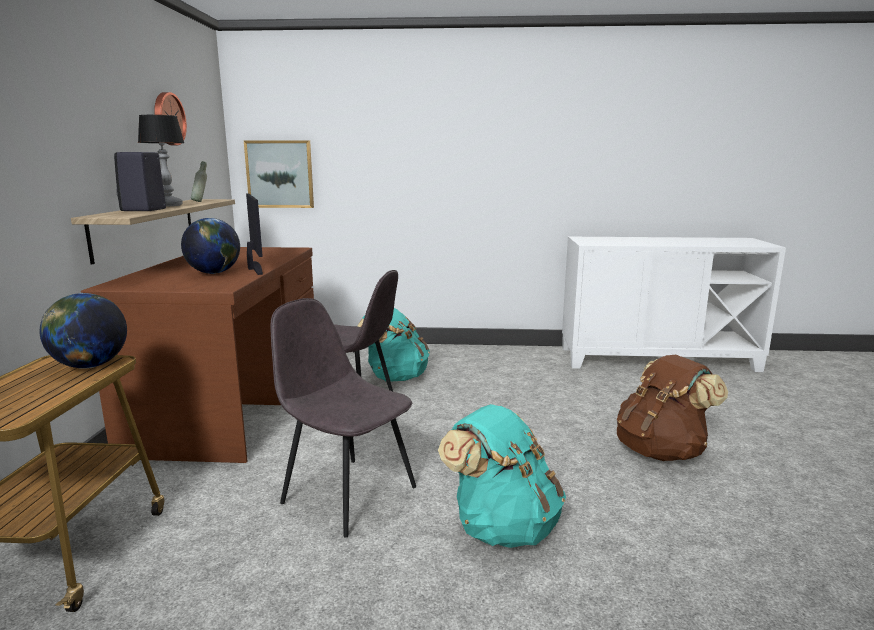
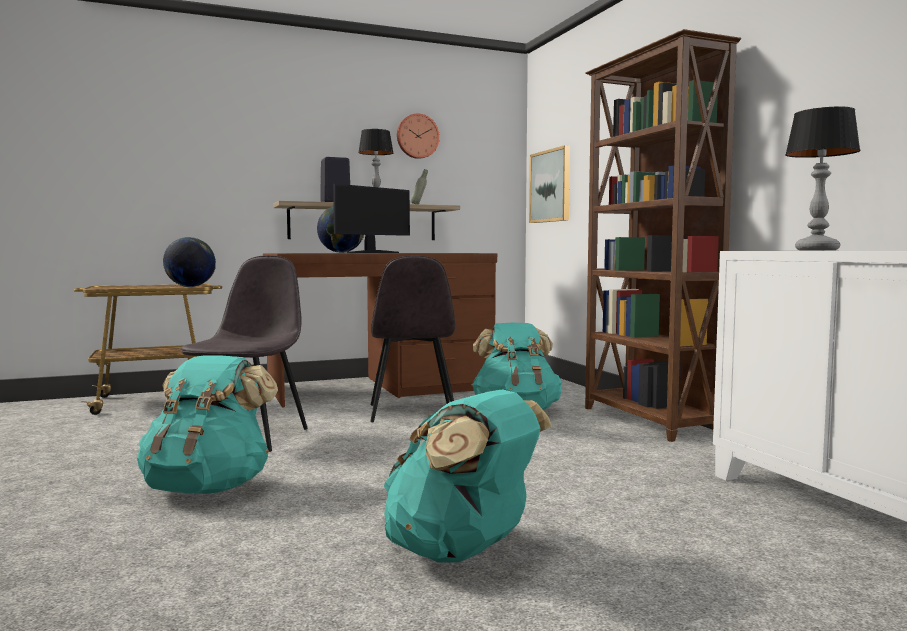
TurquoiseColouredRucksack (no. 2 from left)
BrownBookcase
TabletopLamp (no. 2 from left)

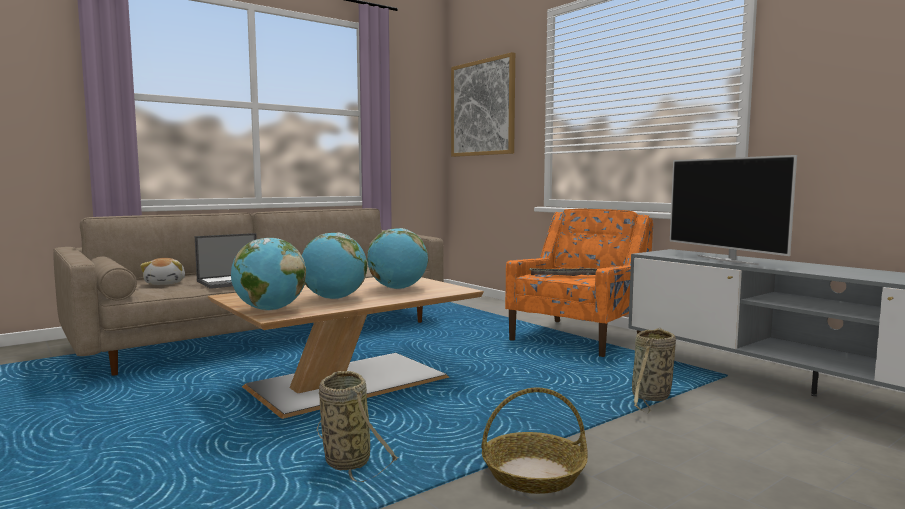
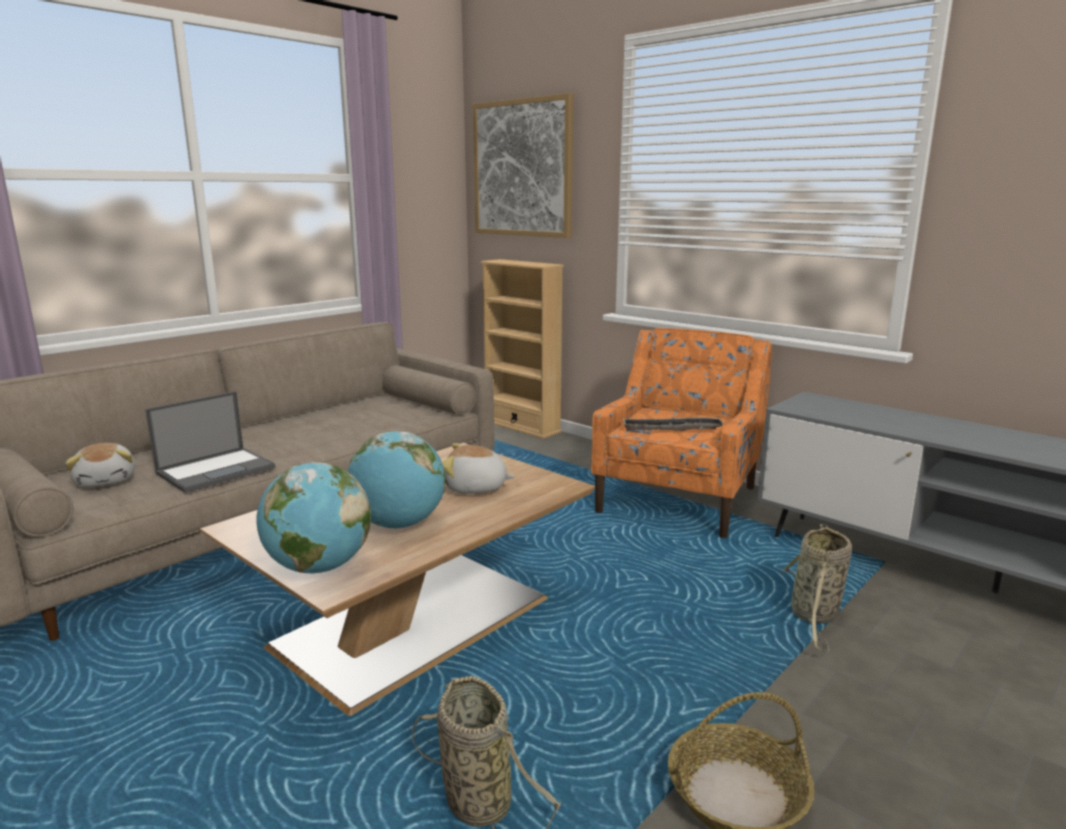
Television
CuddlyToy (no. 2 from left)
BeigeColouredBookcase

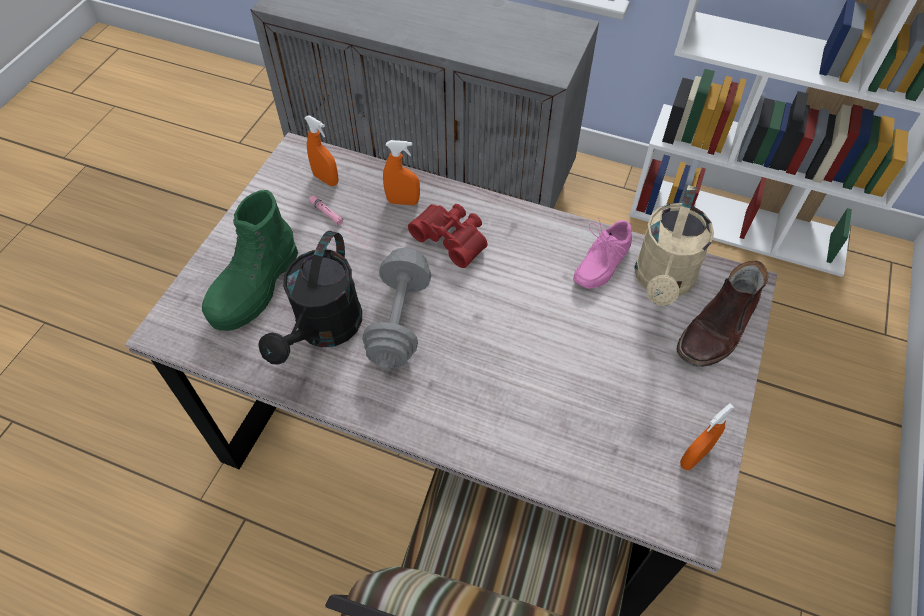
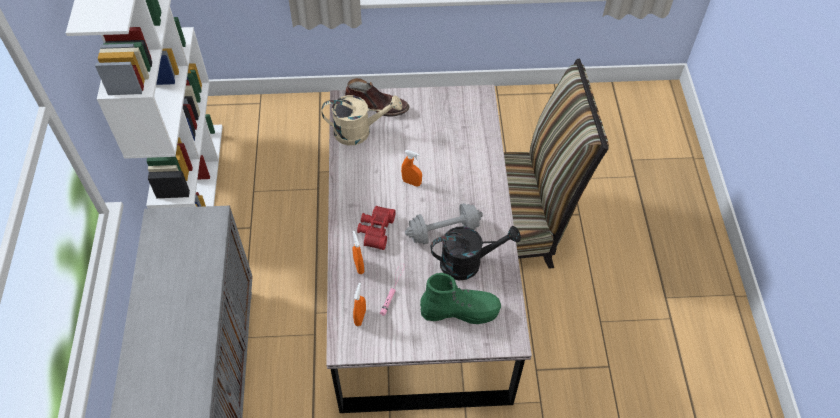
PinkColouredItemOfFootwear
OrangeColouredSprayer (no. 3 from left)

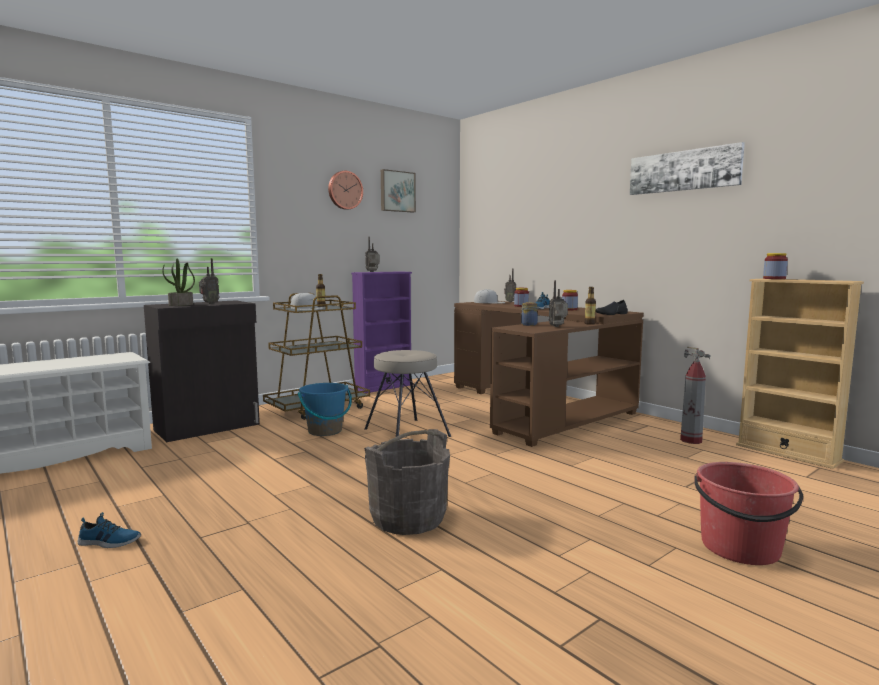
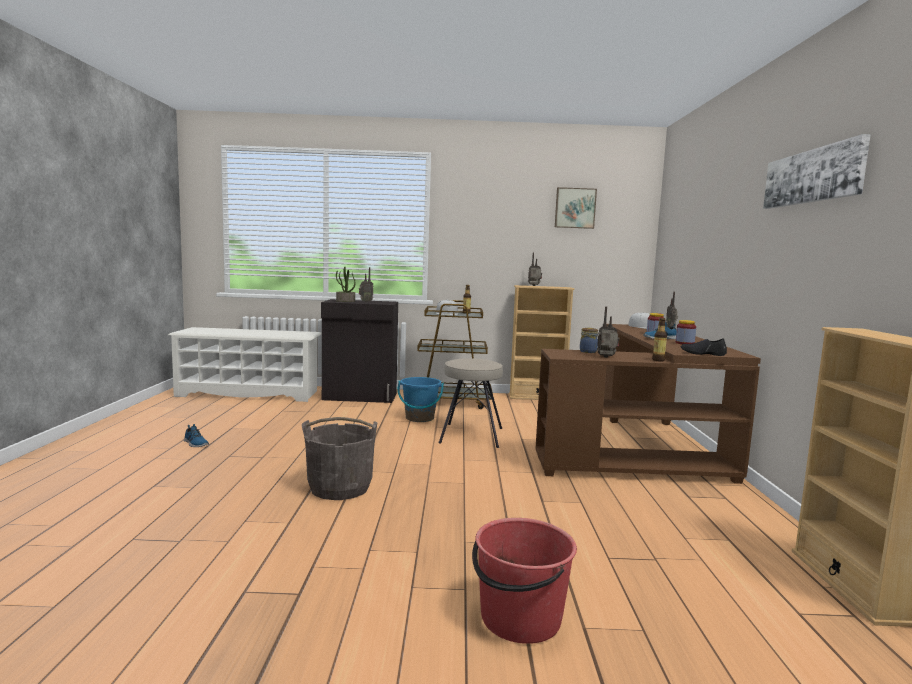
WallClock
Jar (no. 4 from left in the first image)
BeigeColouredBookcase (no. 1 from left)
FireFightingCylinder

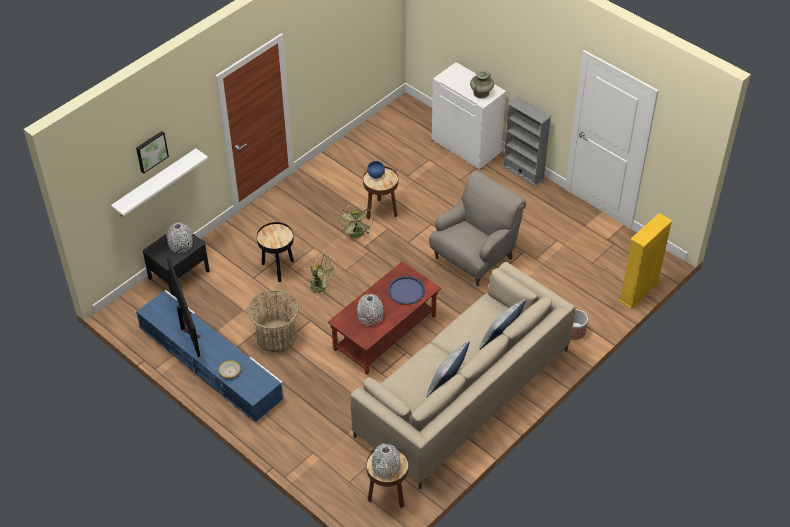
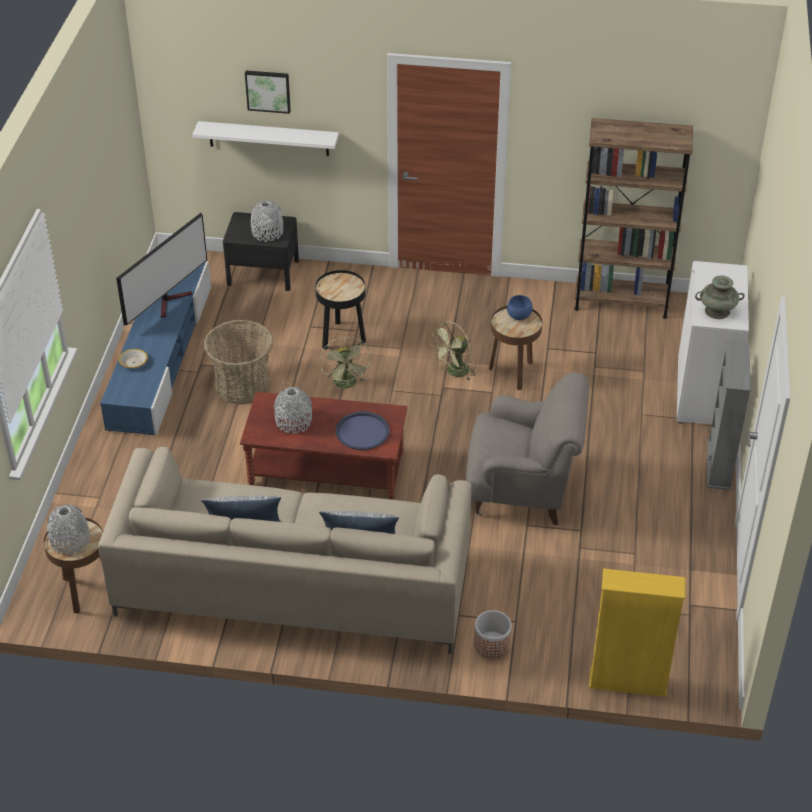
BrownBookcase

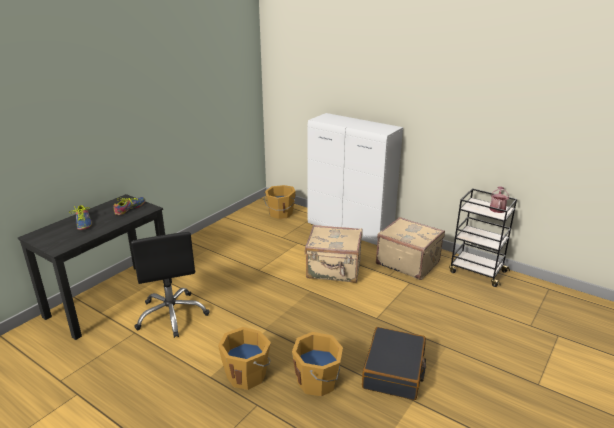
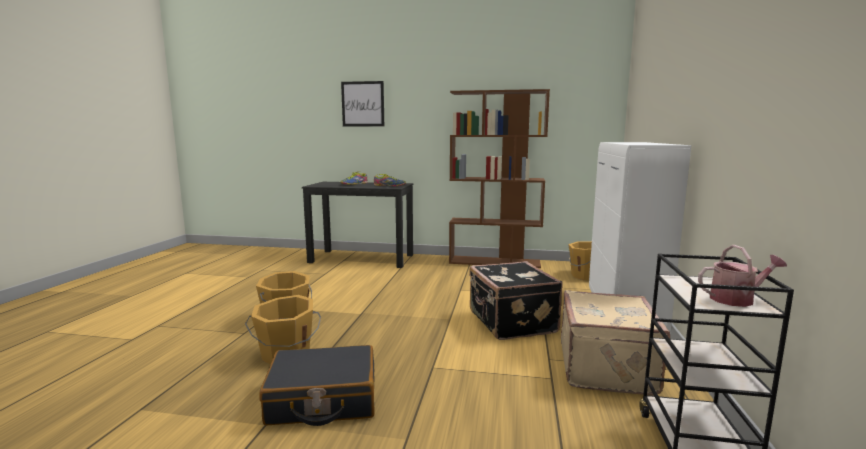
BlackTravelCase (no. 2 from left)
BlackComputerChair
WallPicture
BrownBookcase

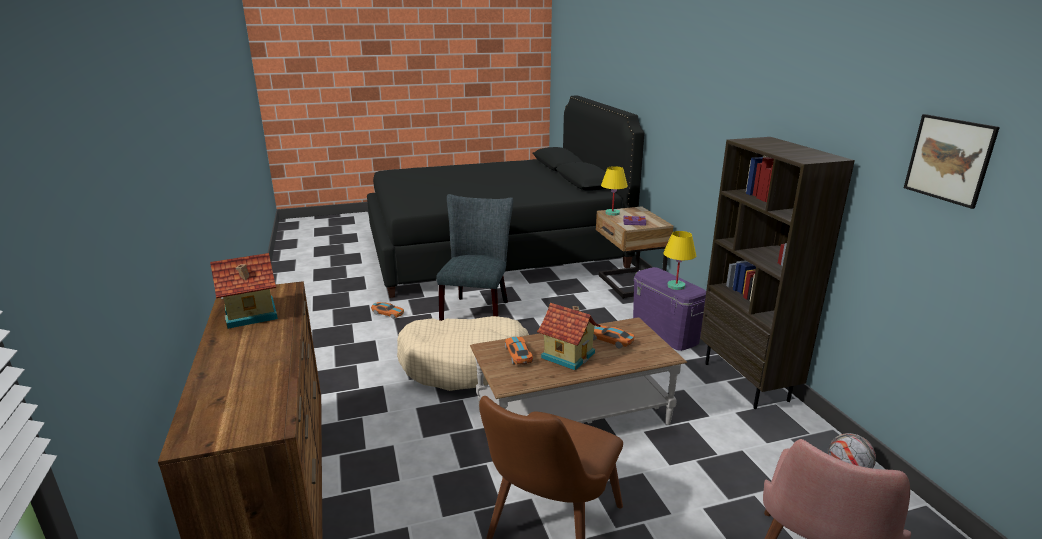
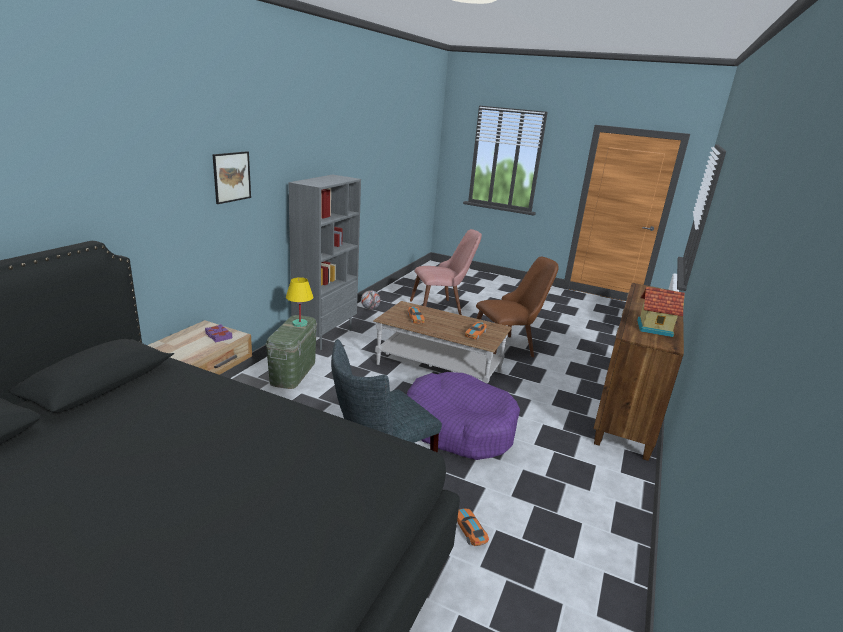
WallPicture
GreyishBookcase
YellowColouredTabletopLamp (no. 1 from left in the first image)
GreenColouredStorageBin
MiniatureHouse (no. 2 from left in the first image)
PurplePetBed

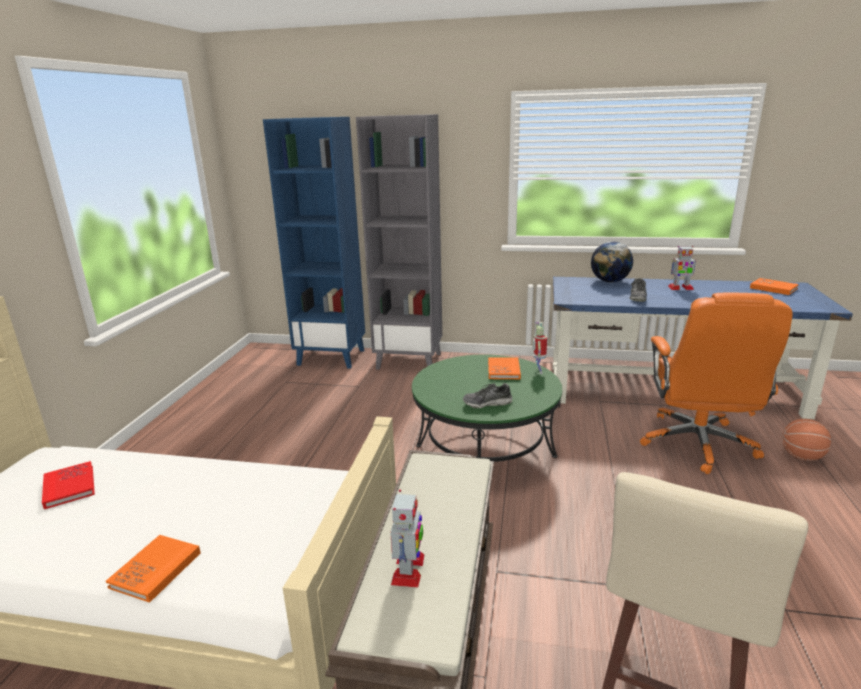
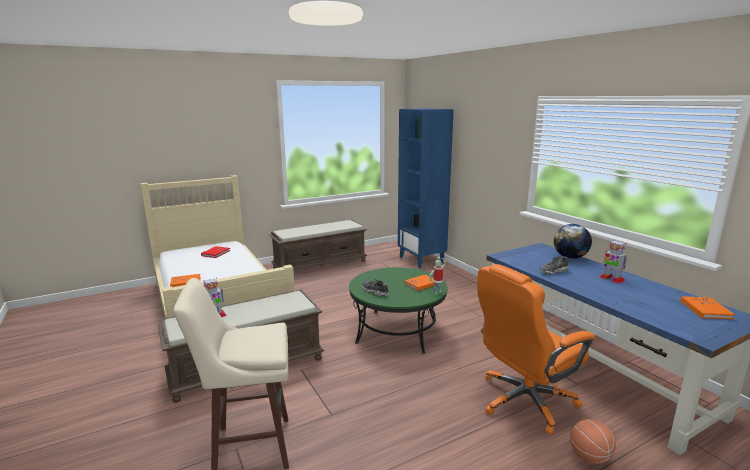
GreyishBookcase
BrownIndoorBench (no. 2 from left)

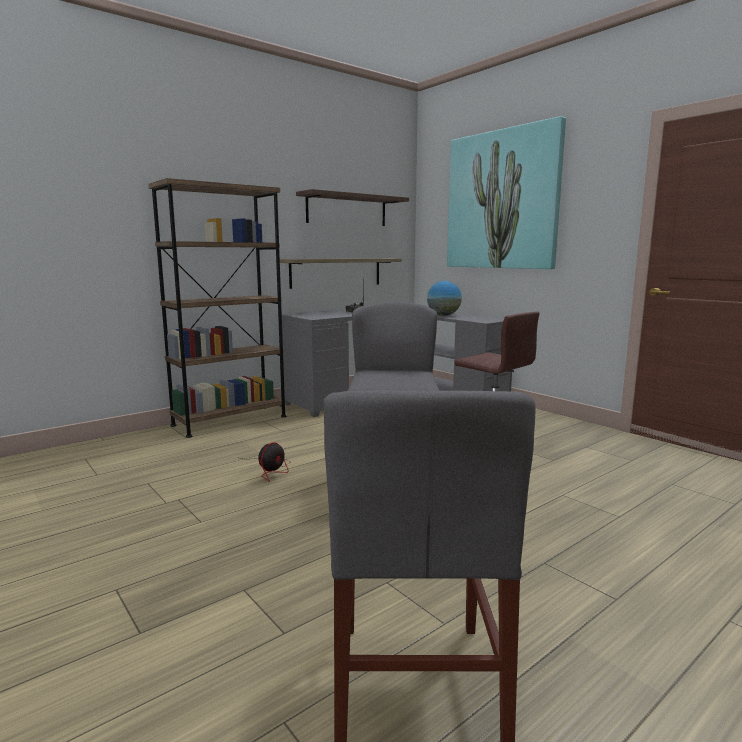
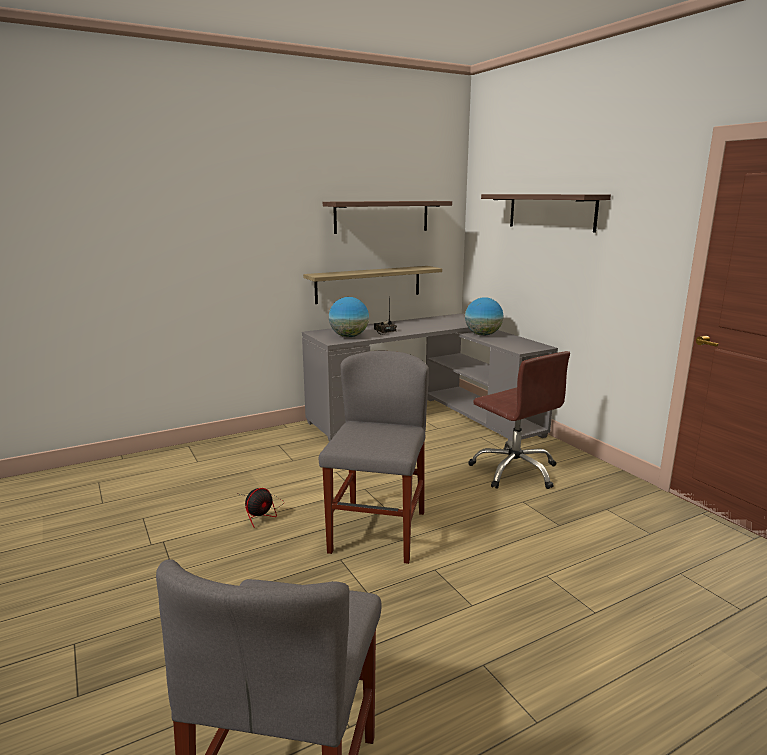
WallShelf (no. 3 from left)
BrownBookcase
Globe (no. 1 from left)

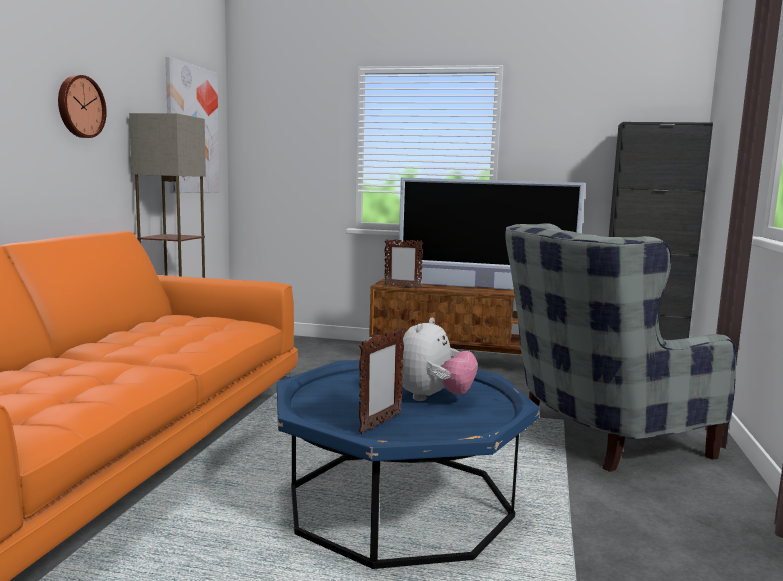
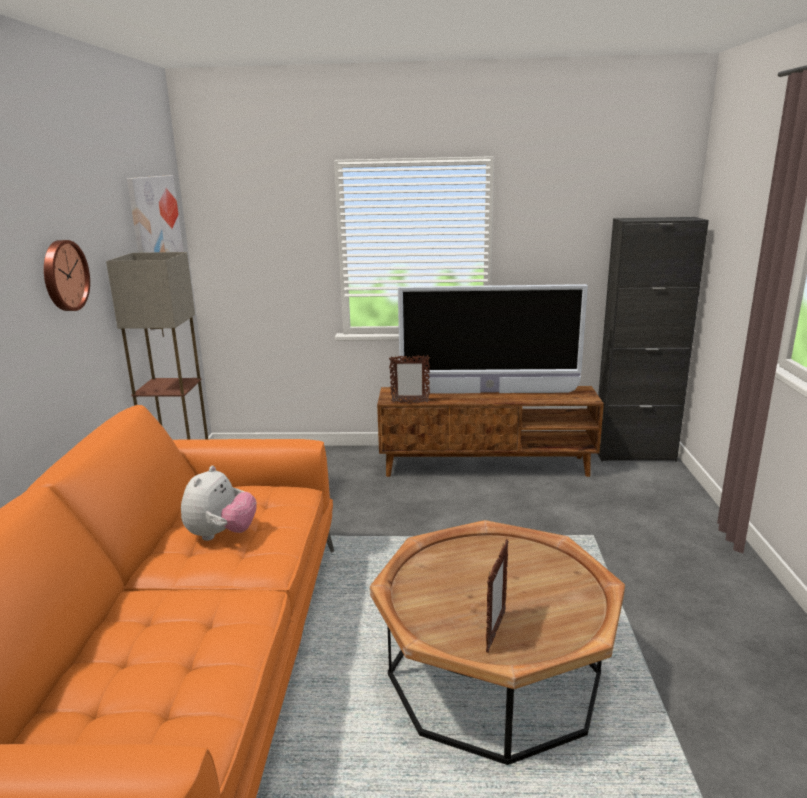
GreyishArmchair
CuddlyToy
BrownLoungeTable

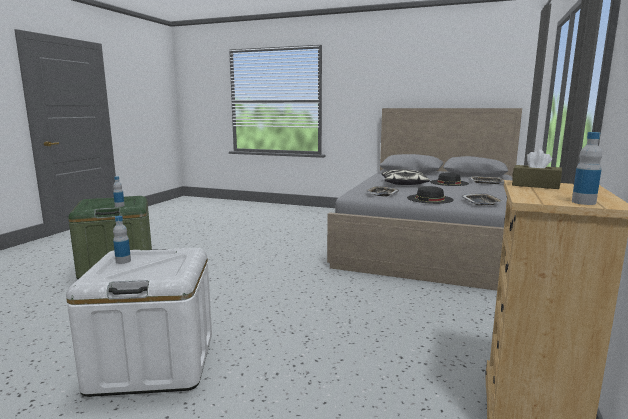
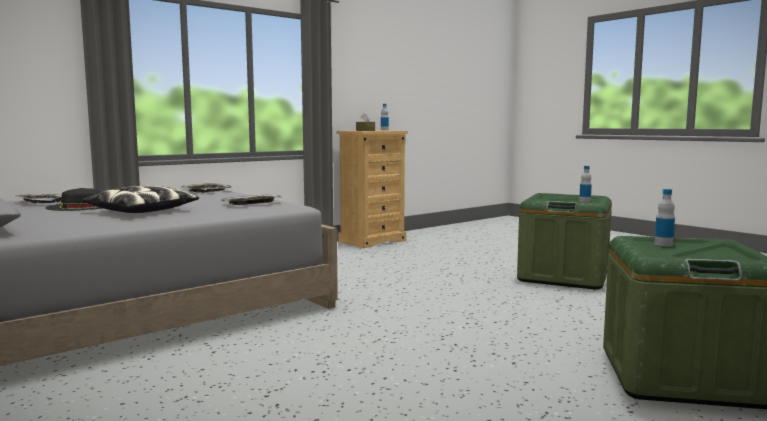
BlackClothingHat (no. 1 from left in the first image)
GreenColouredStorageBin (no. 1 from left)

